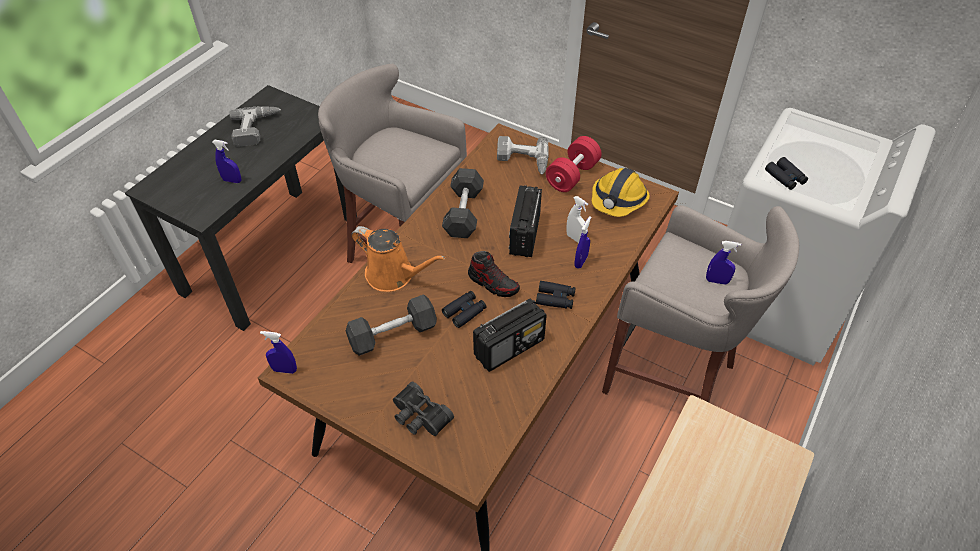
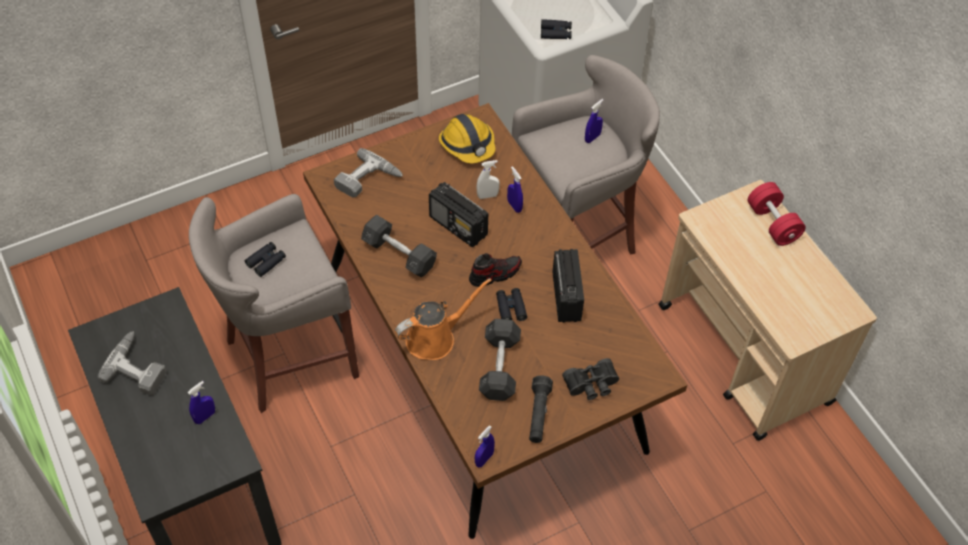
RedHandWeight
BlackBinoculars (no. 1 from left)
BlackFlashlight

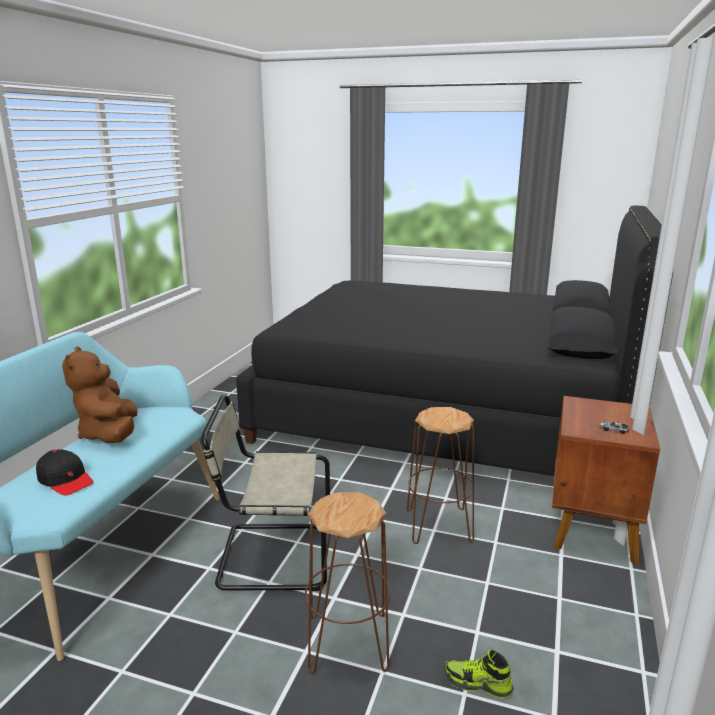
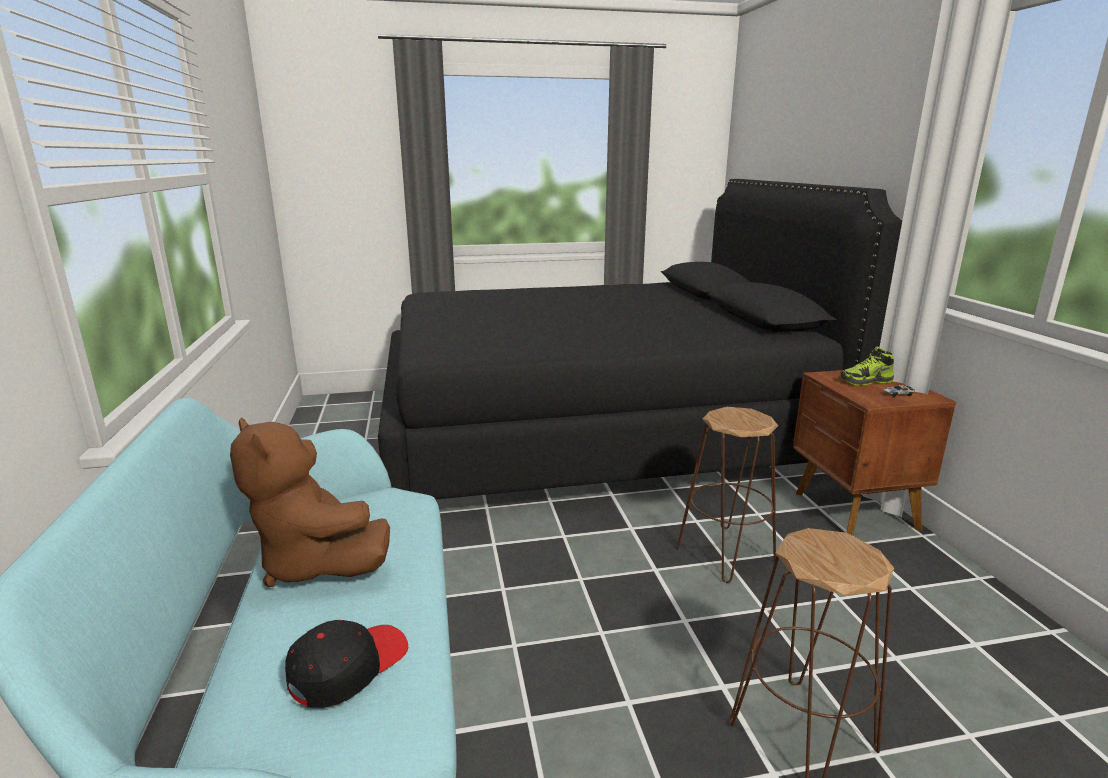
BeigeColouredChair
BlackPeakedCap
ItemOfFootwear

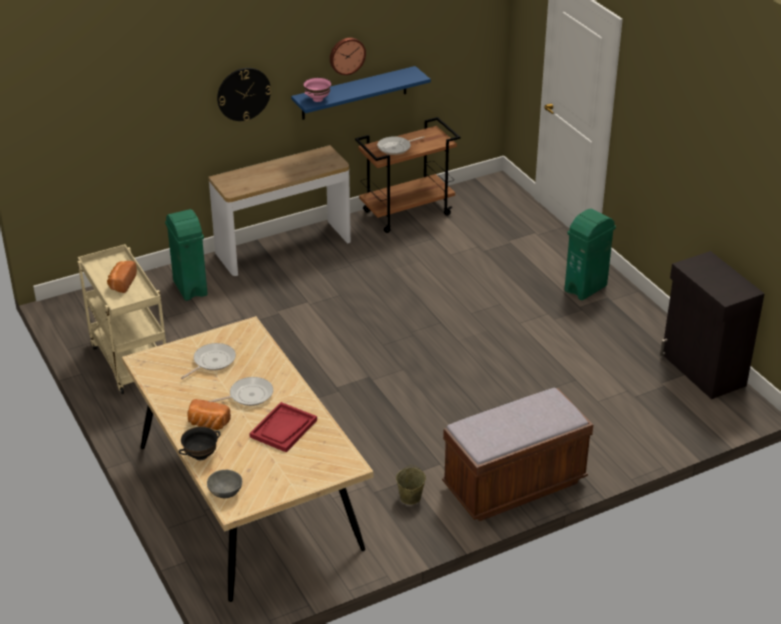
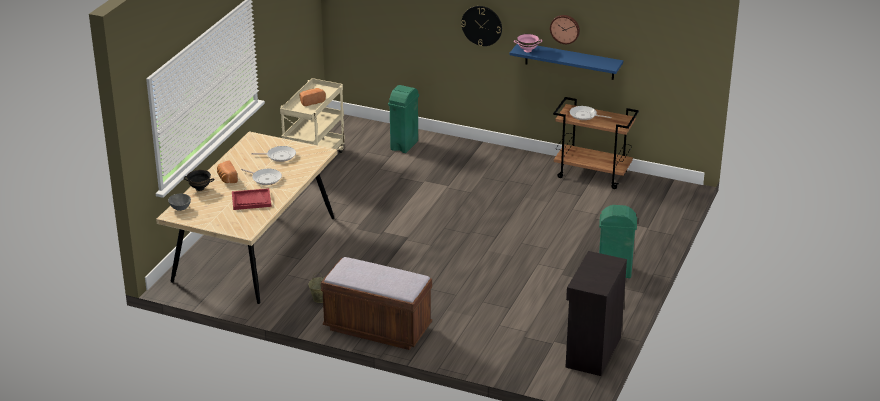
ConsoleTable

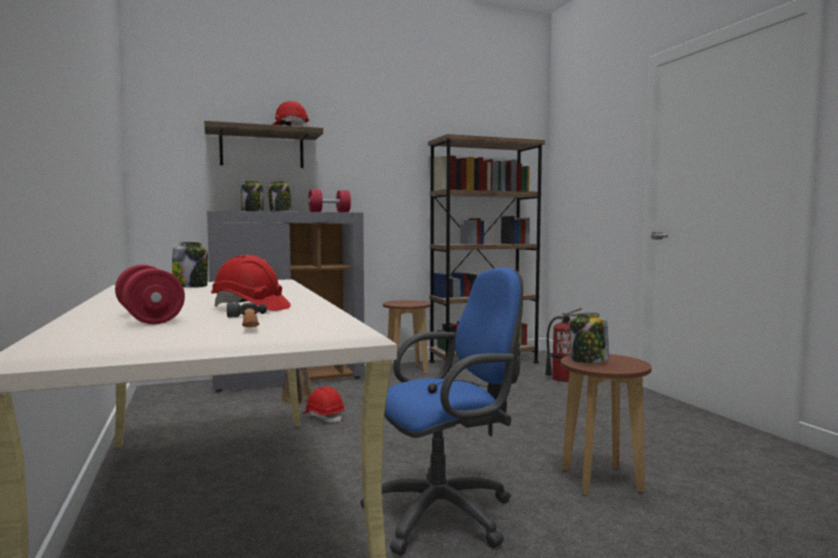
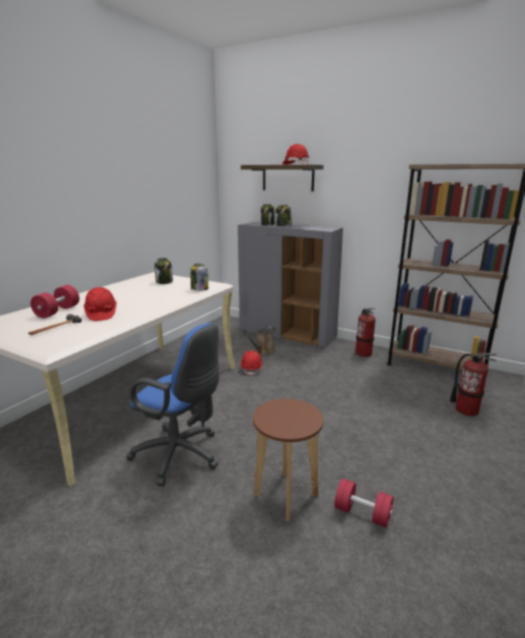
RedHandWeight (no. 2 from left)
FireFightingCylinder (no. 1 from left)
Jar (no. 2 from left)

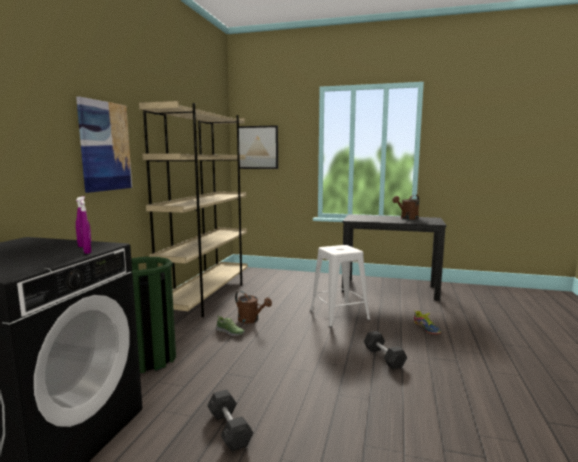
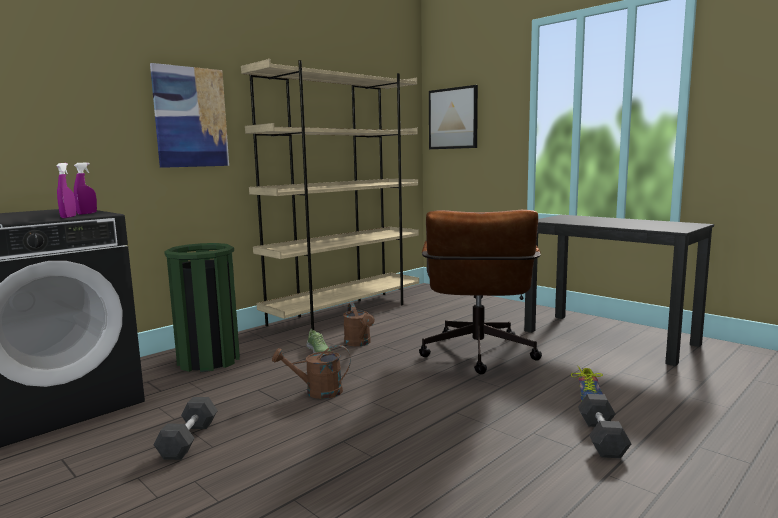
BrownWateringPot (no. 1 from left)
BrownComputerChair
GreyishHandWeight (no. 2 from left)

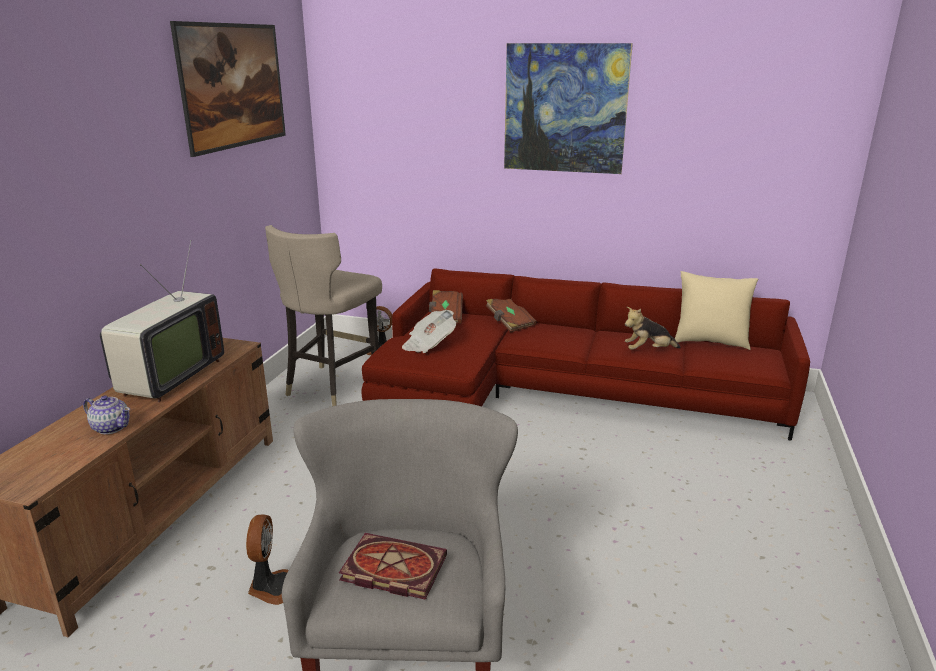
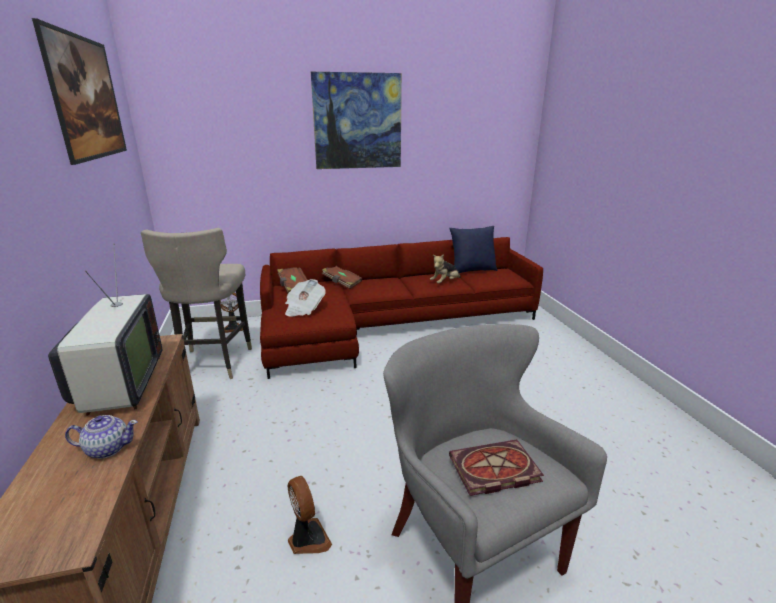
BlueColouredCushion

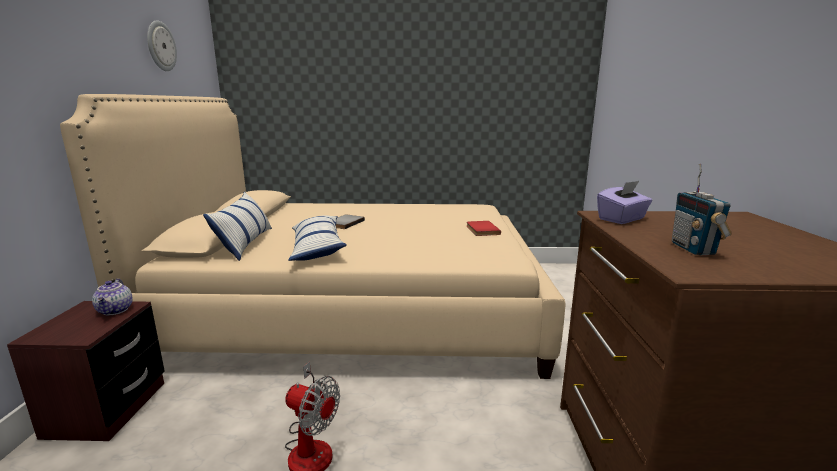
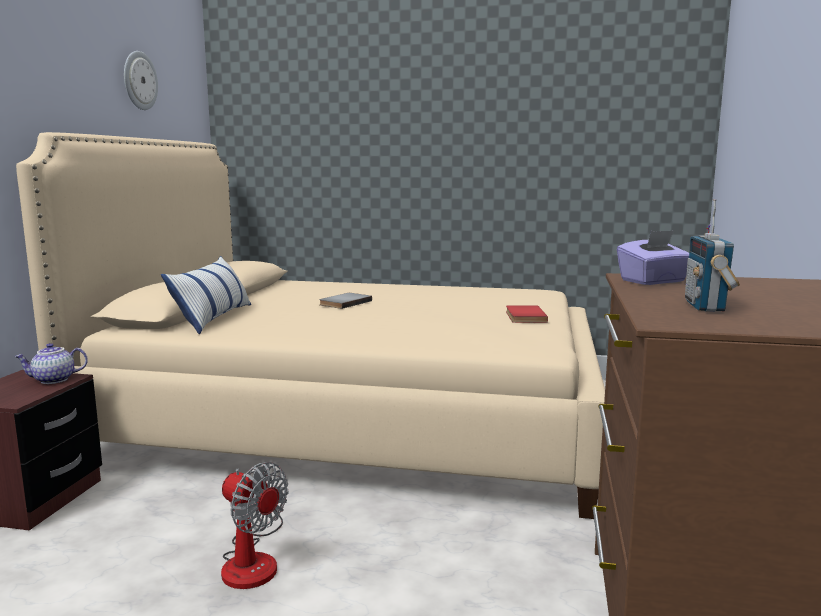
Cushion (no. 2 from left in the first image)
TeaPot

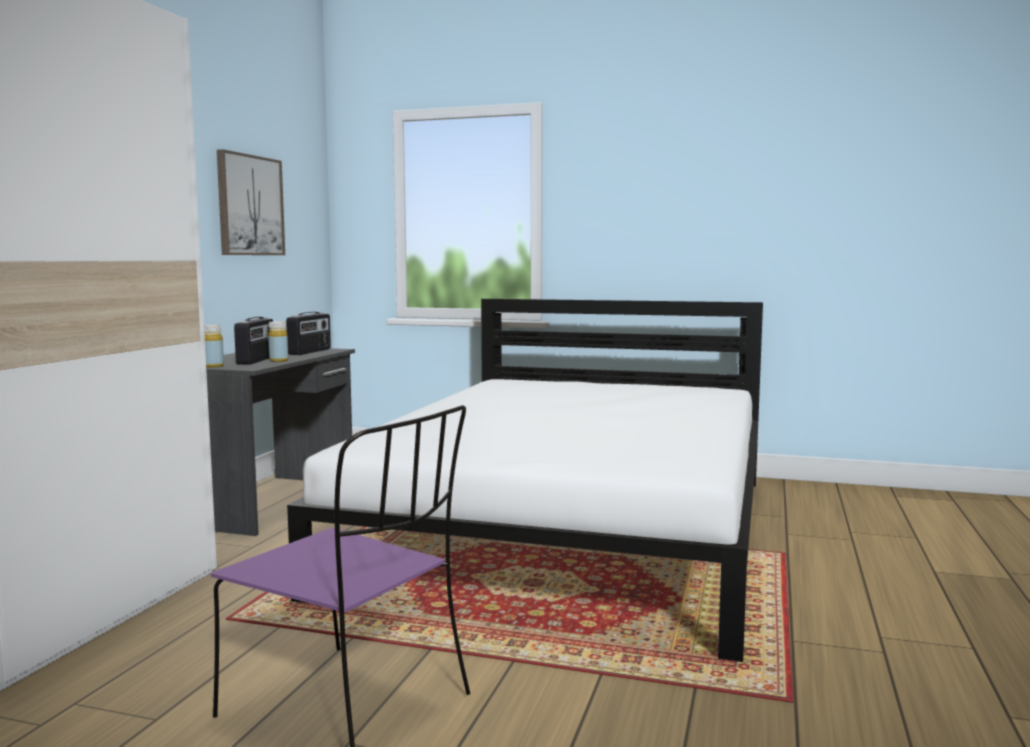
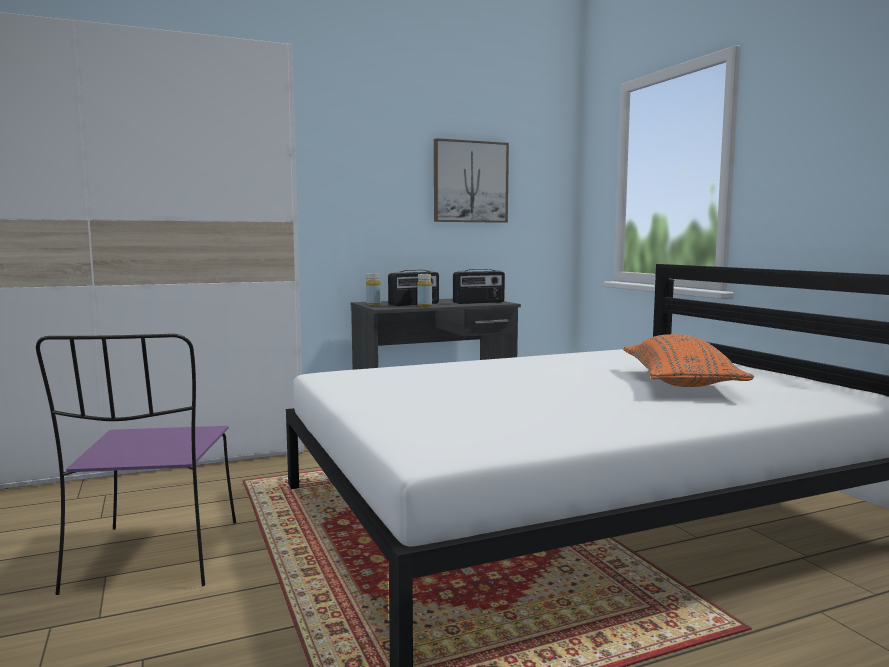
OrangeColouredCushion

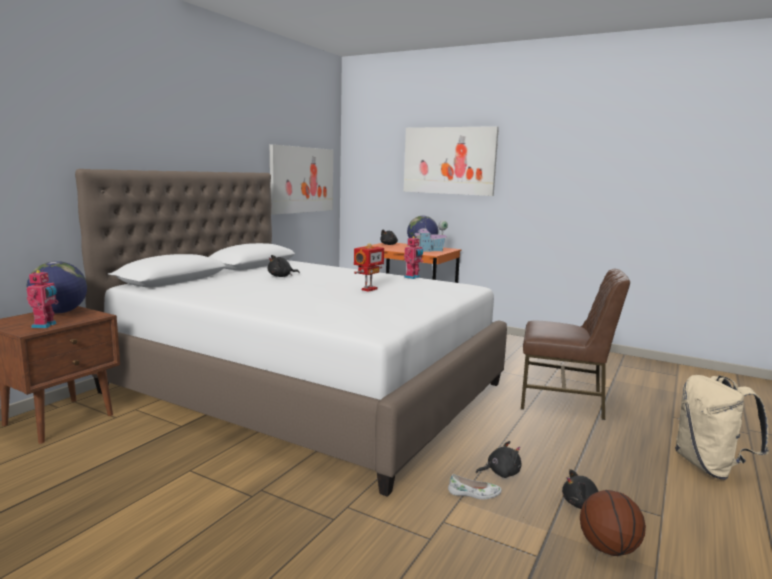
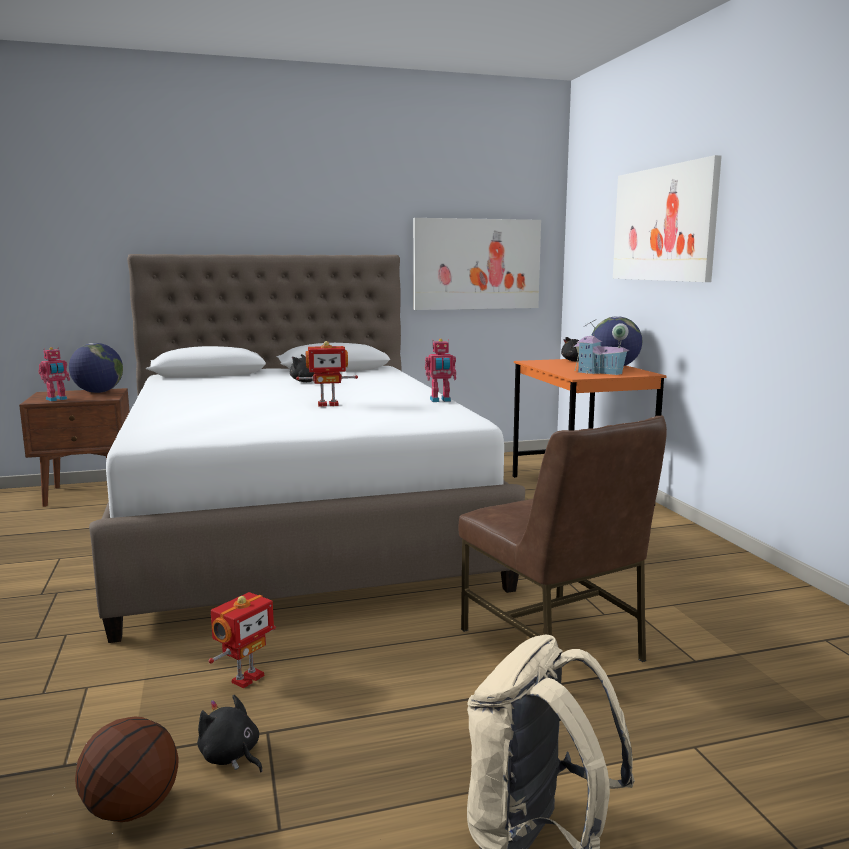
ModelRobot (no. 2 from left)
WhitishItemOfFootwear

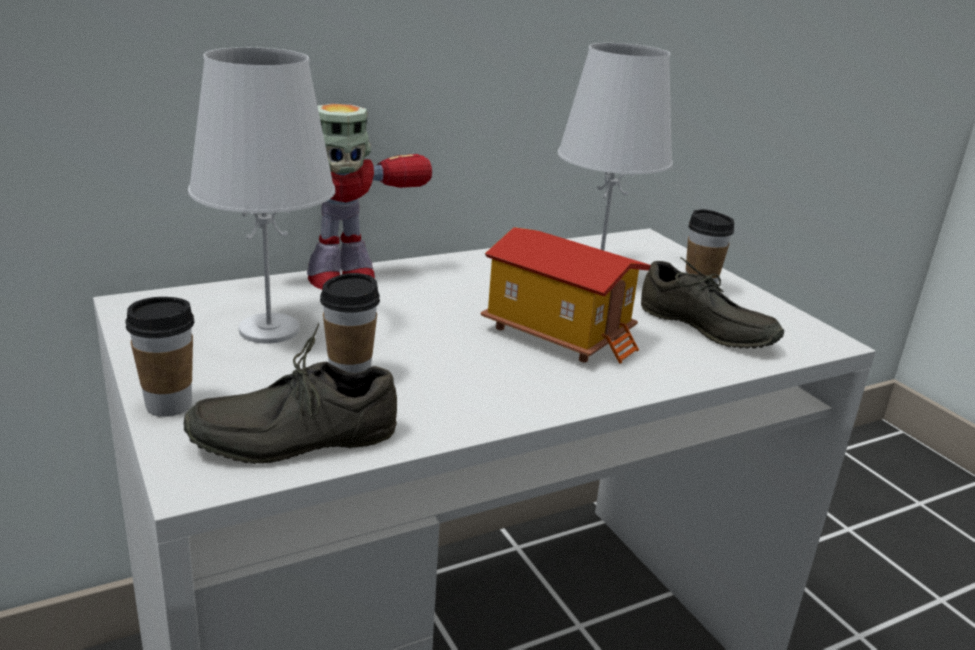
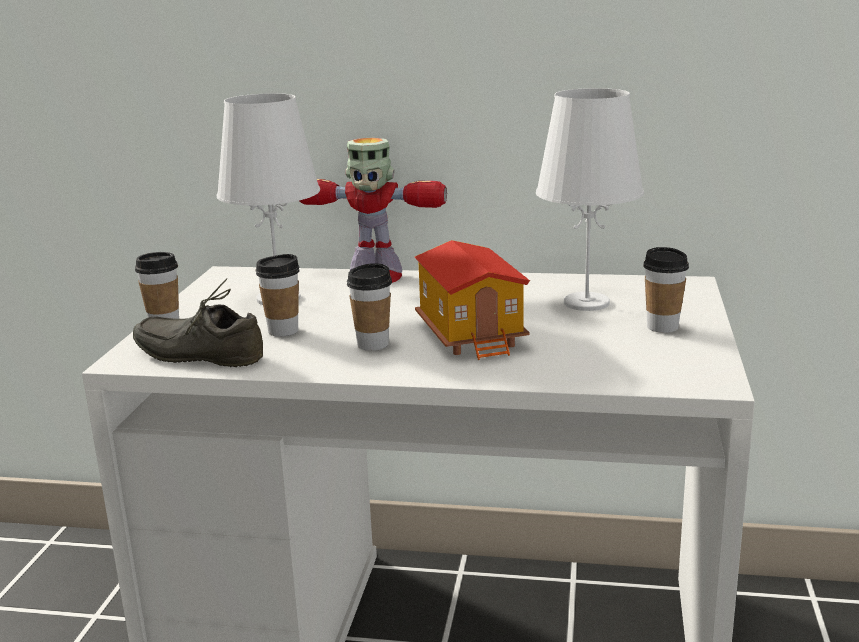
GreyishItemOfFootwear (no. 2 from left in the first image)
SmallCup (no. 3 from left)

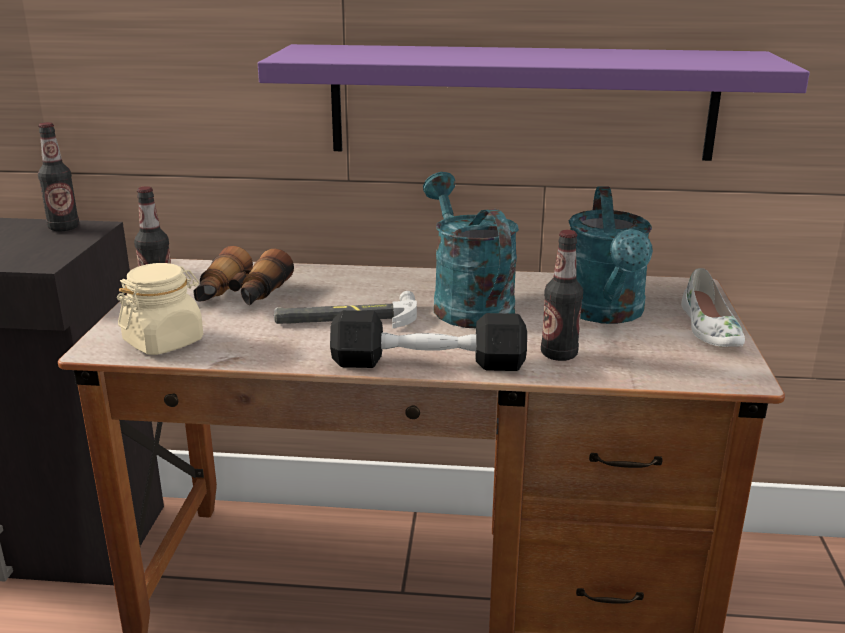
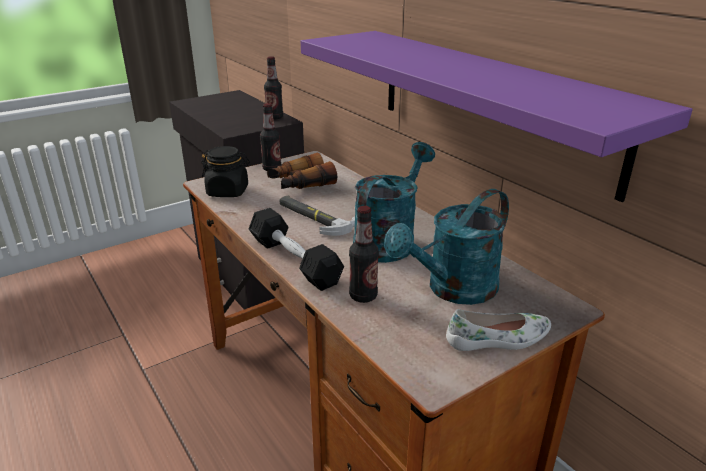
BlackJar
WhitishItemOfFootwear

